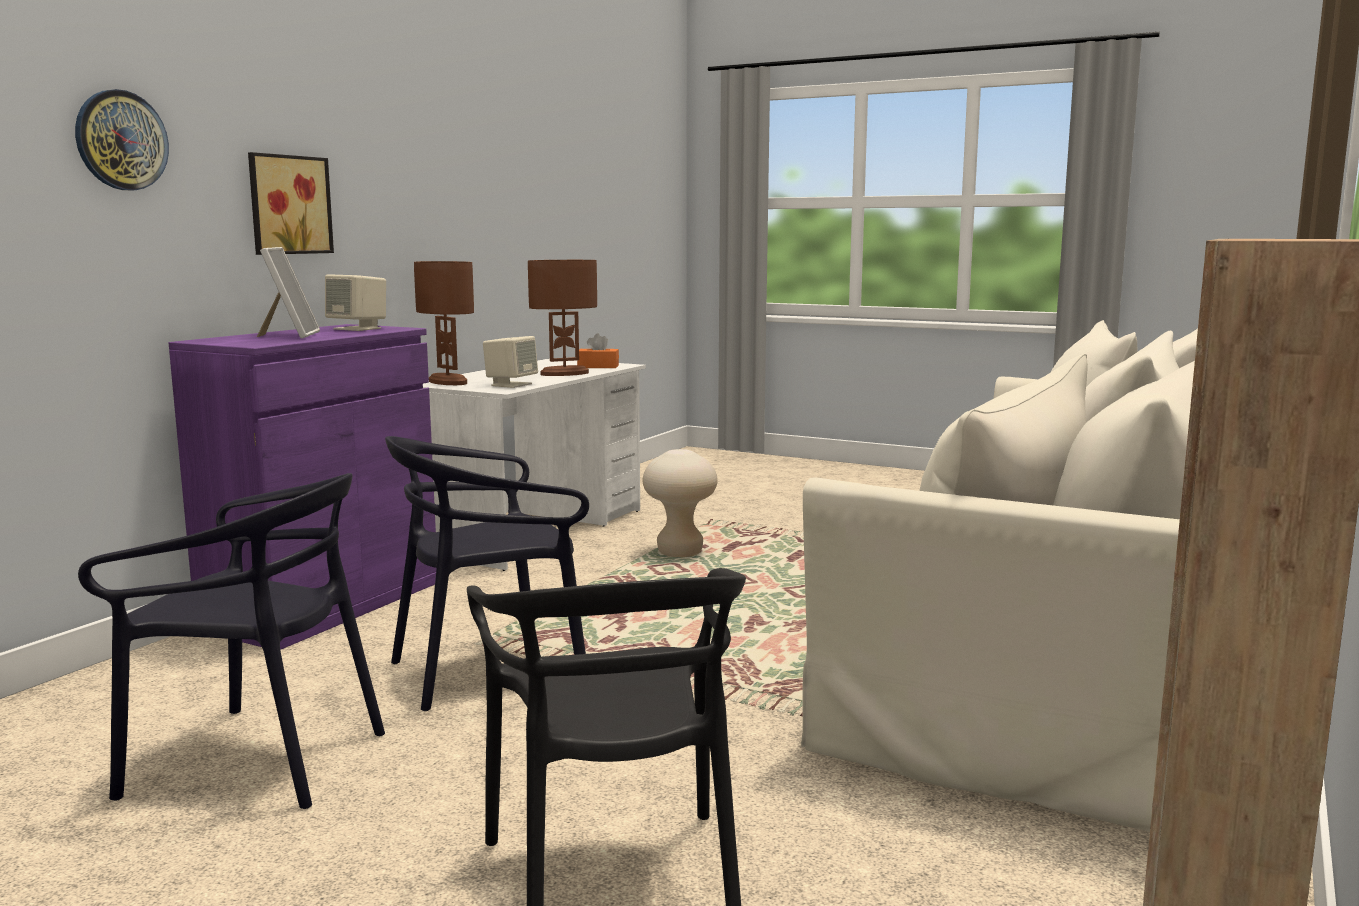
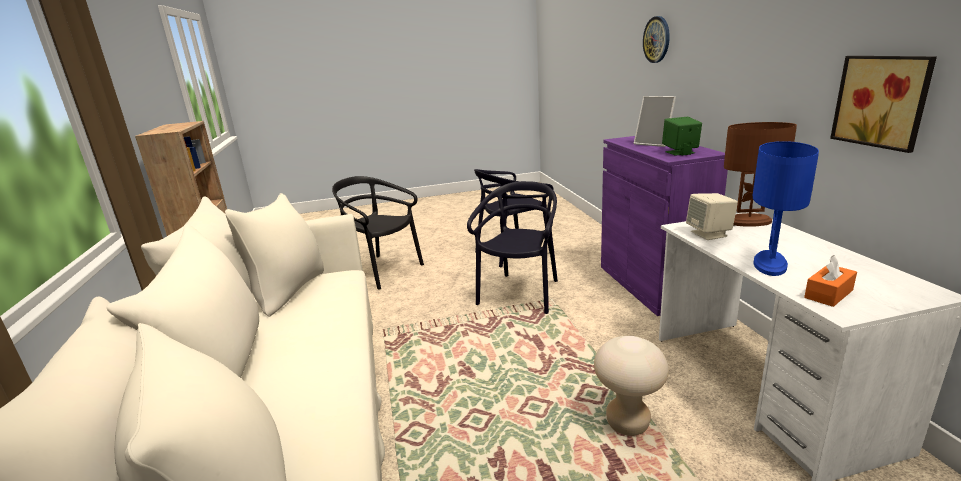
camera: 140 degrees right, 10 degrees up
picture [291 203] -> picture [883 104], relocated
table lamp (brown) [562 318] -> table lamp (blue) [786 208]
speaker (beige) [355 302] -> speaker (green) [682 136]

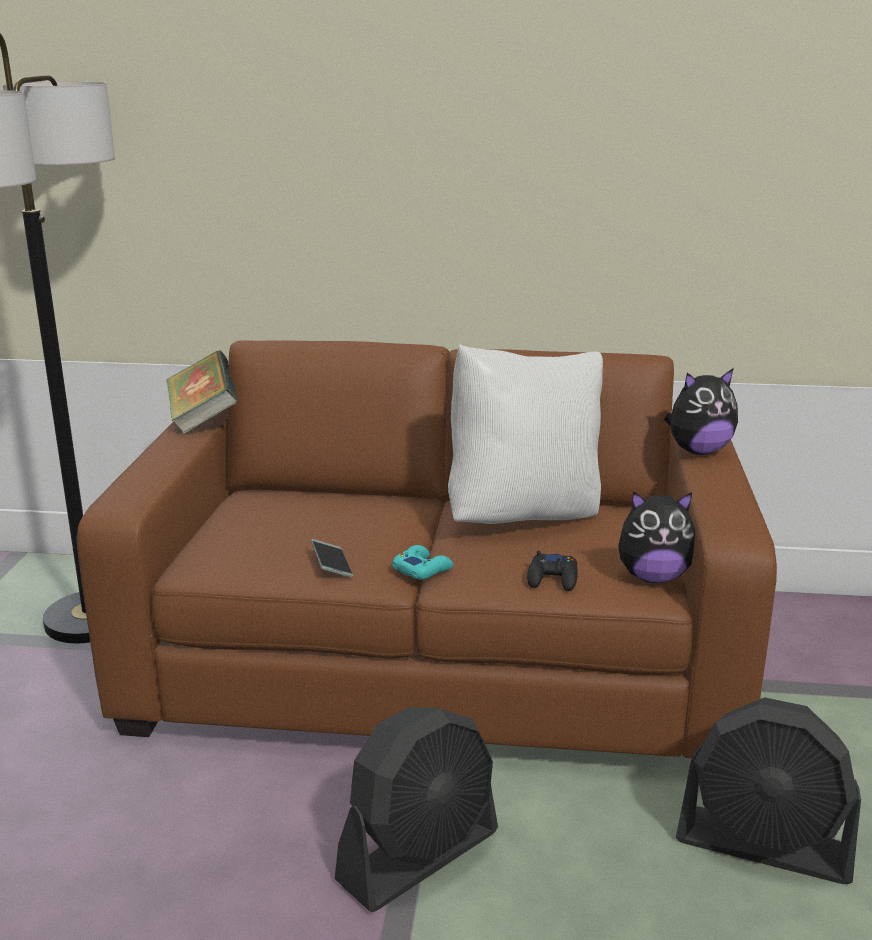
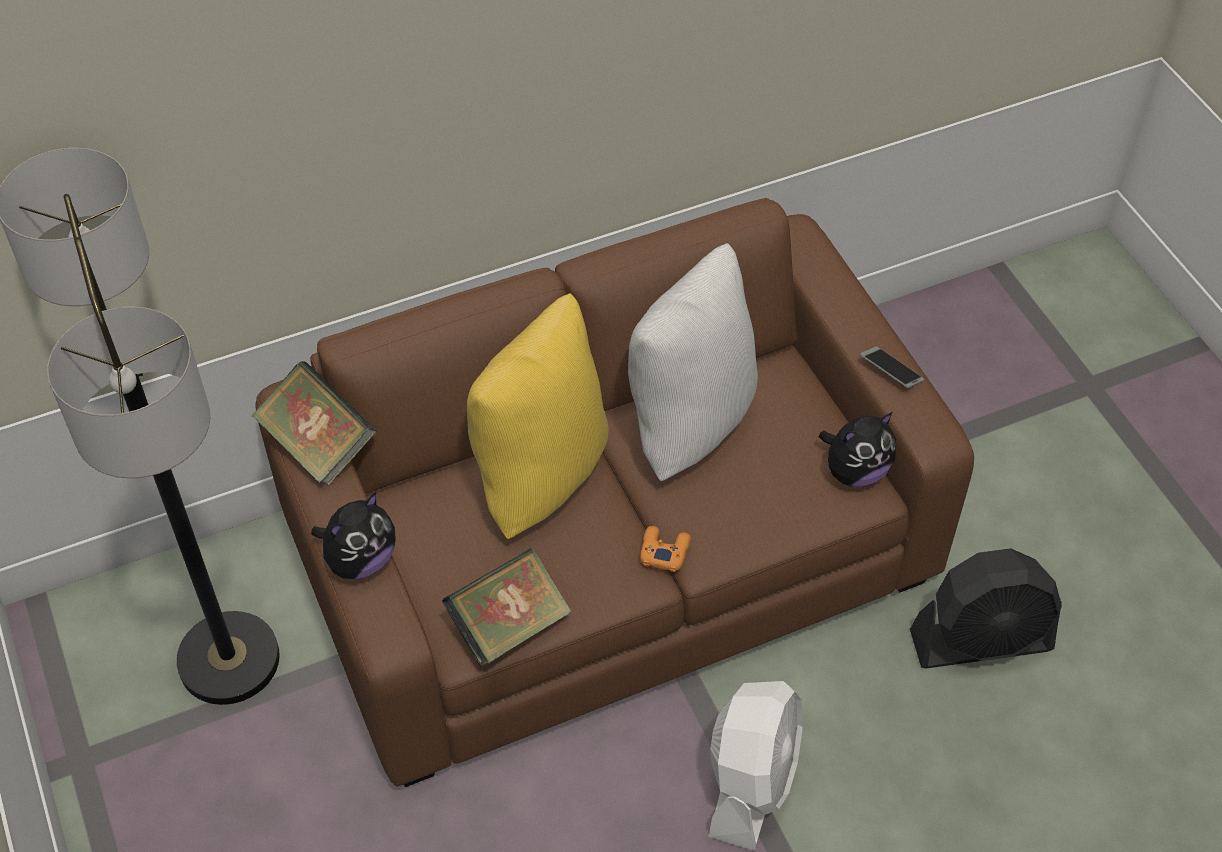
camera: 30 degrees left, 30 degrees up
plush toy [701 411] -> plush toy [353 535], relocated
phone [332 558] -> phone [892 367], relocated
game controller (turquoise) [422 562] -> game controller (orange) [665 549]
game controller (black) [552 571] -> none
fan (black) [416 809] -> fan (white) [756 766]
none -> pillow (yellow) [537 416]
none -> book [507 607]

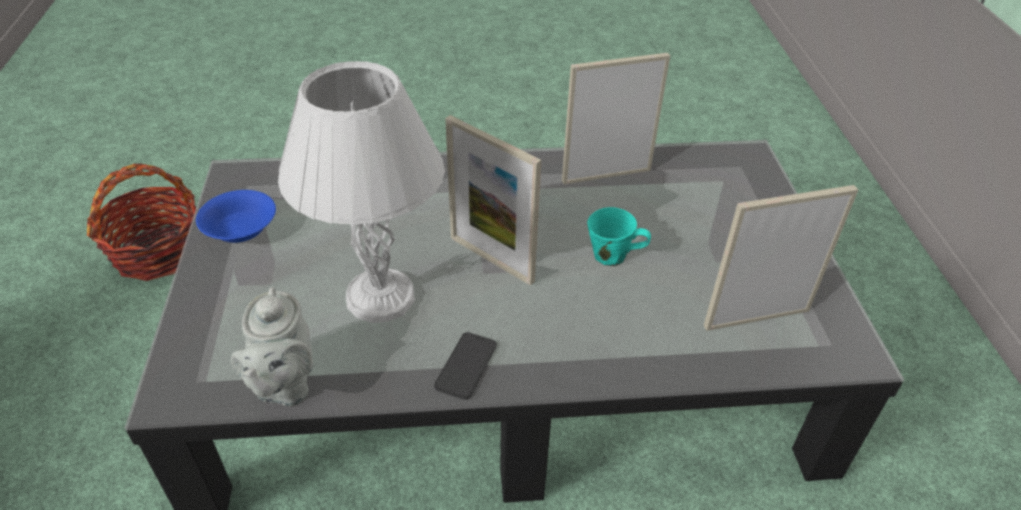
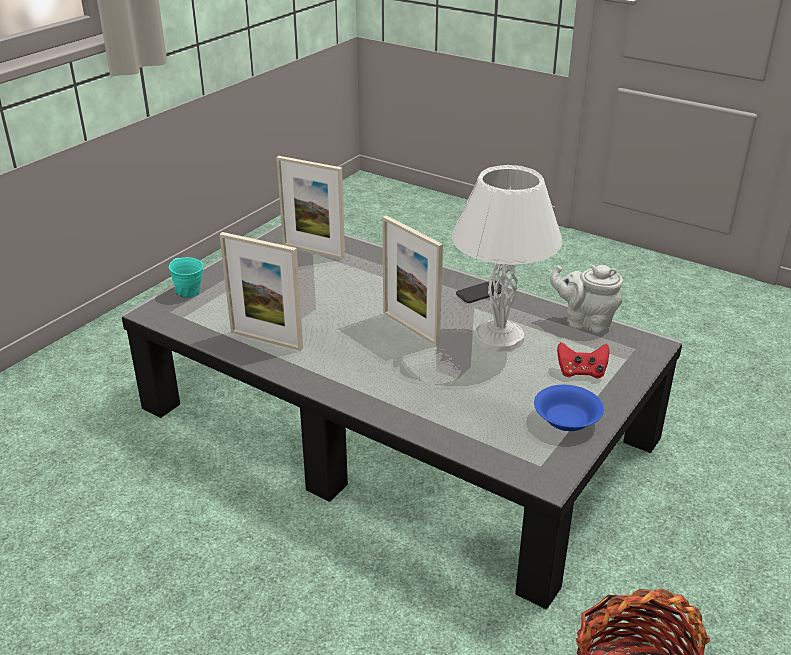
camera: 140 degrees left, 10 degrees down
picture frame [493 200] -> picture frame [412 280], 150 degrees clockwise
mug (turquoise) [619 236] -> mug (turquoise) [186 277], relocated
teapot (grey) [272 347] -> teapot (grey) [586 299], 105 degrees counterclockwise
none -> game controller (red) [583 360]

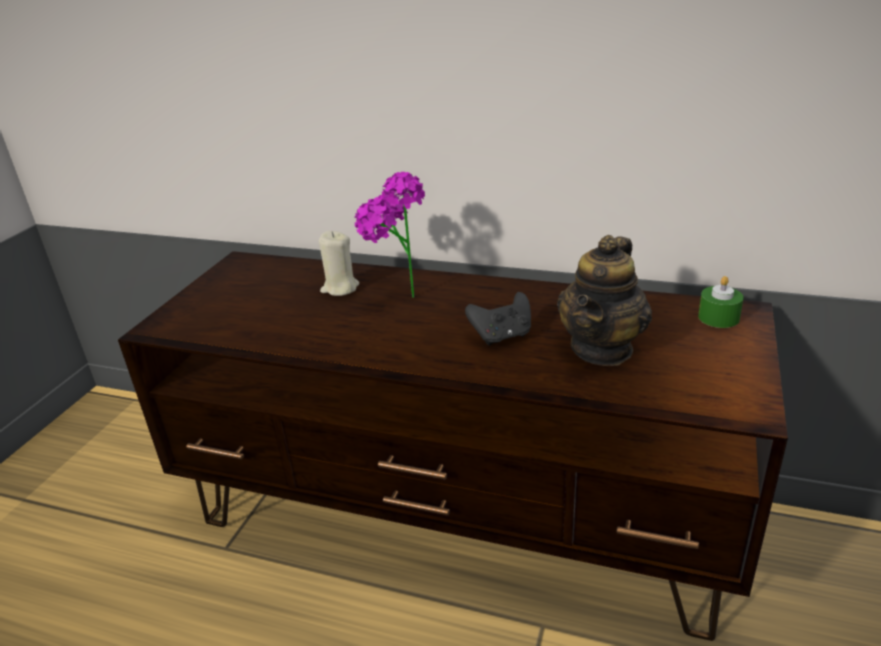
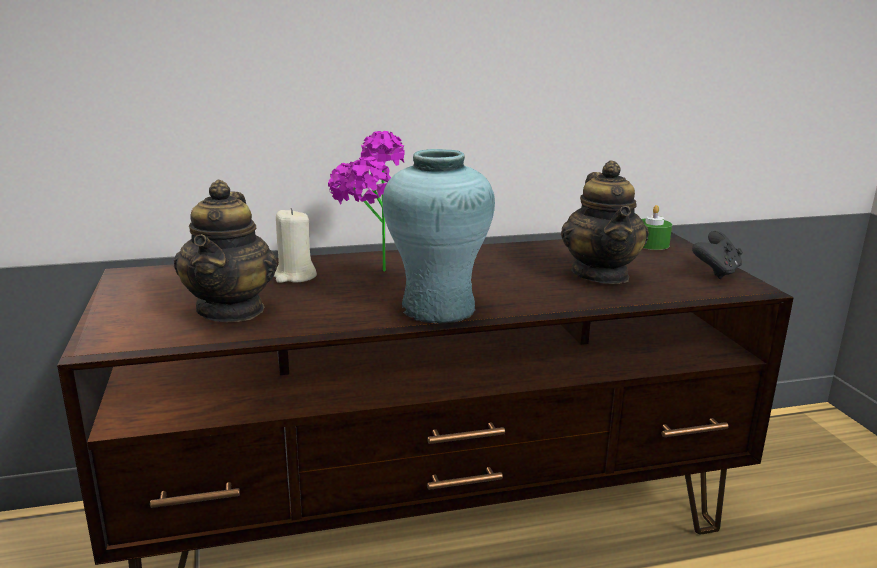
camera: 35 degrees left, 10 degrees down
game controller (black) [498 318] -> game controller (black) [717 255], relocated
none -> vase (turquoise) [438 236]
none -> teapot [225 251]

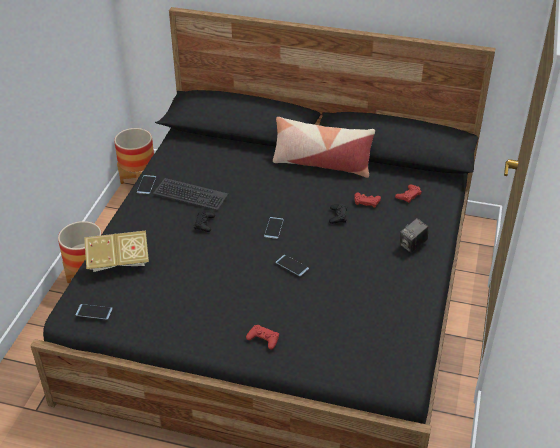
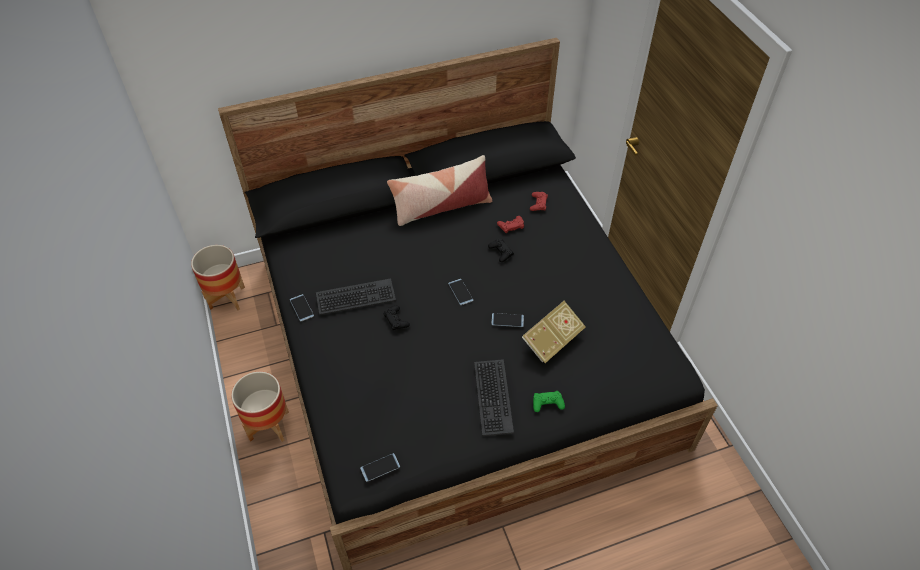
camera: 35 degrees left, 10 degrees up
photo camera [414 235] -> none
book [116 251] -> book [554 332], relocated
game controller (red) [262 337] -> game controller (green) [549 401]
none -> keyboard [494 397]

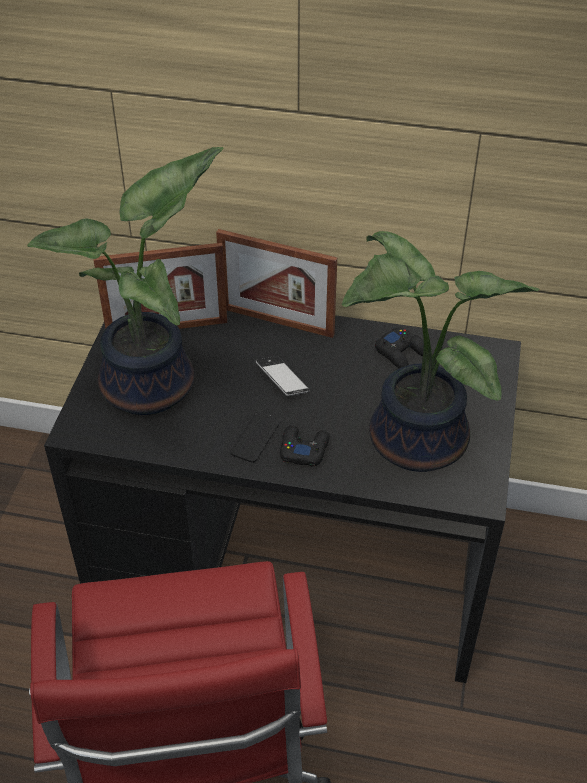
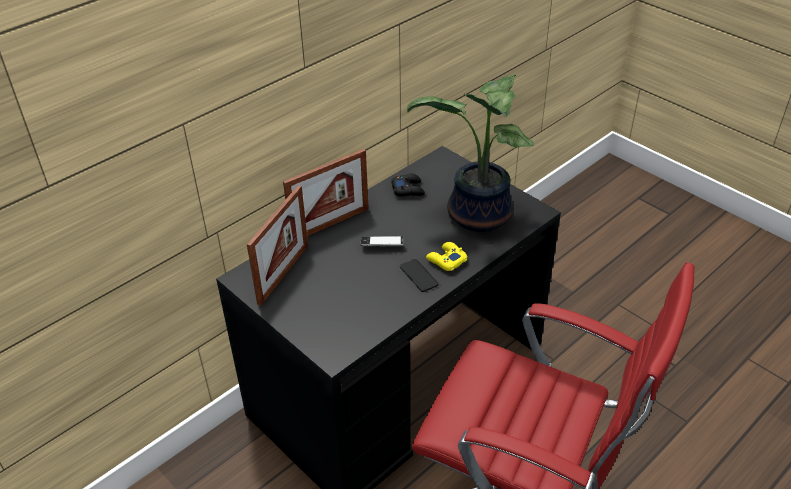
camera: 55 degrees left, 5 degrees down
potted plant [125 281] -> none
game controller (black) [305 446] -> game controller (yellow) [446 256]

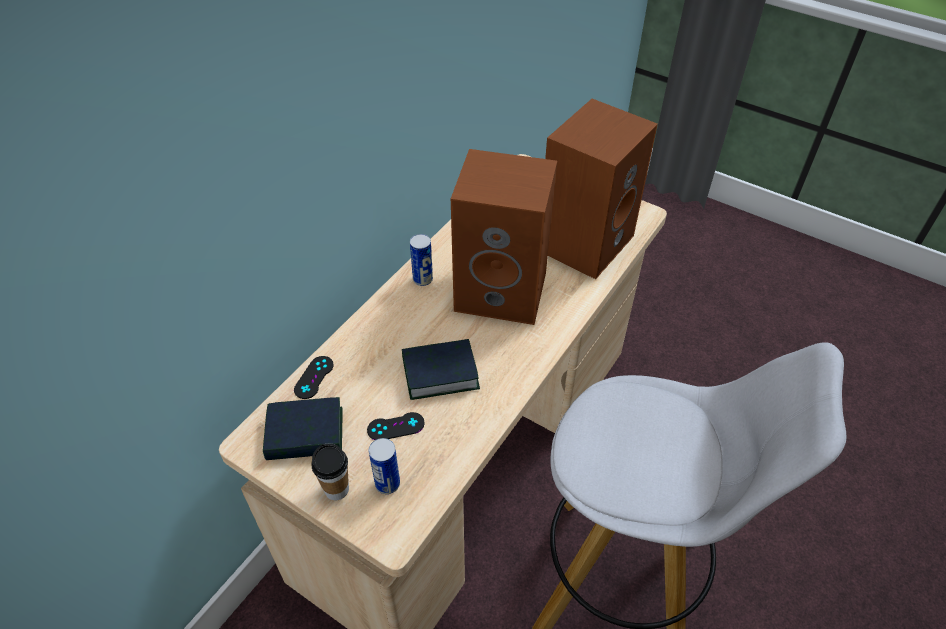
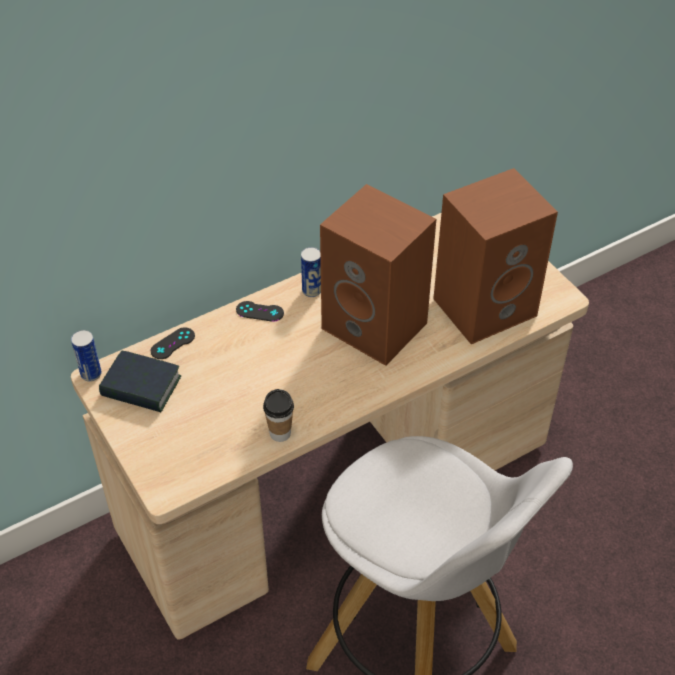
camera: 25 degrees right, 0 degrees up
book [441 369] -> none
game controller (black) [396 426] -> game controller (black) [260 311], relocated
can [384 466] -> can [86 356], relocated
cup [330 471] -> cup [278 415], relocated

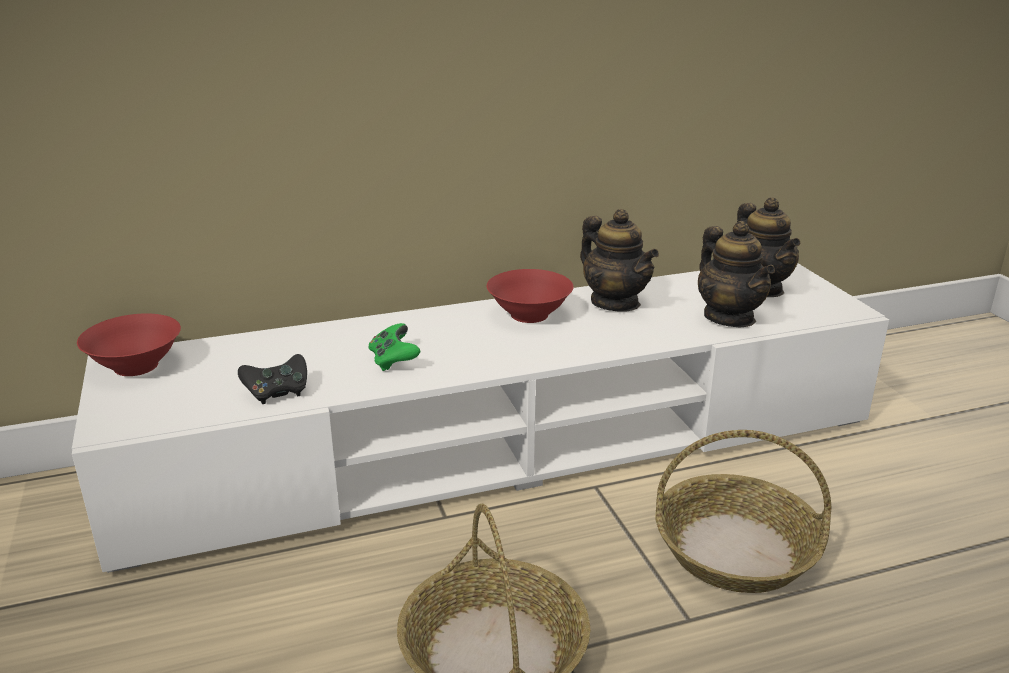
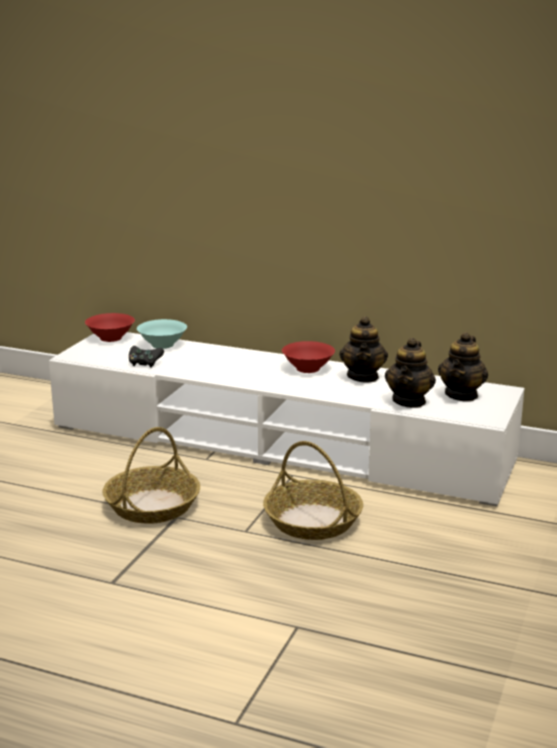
camera: 40 degrees right, 5 degrees down
game controller (green) [394 347] -> none
none -> bowl (turquoise) [162 334]

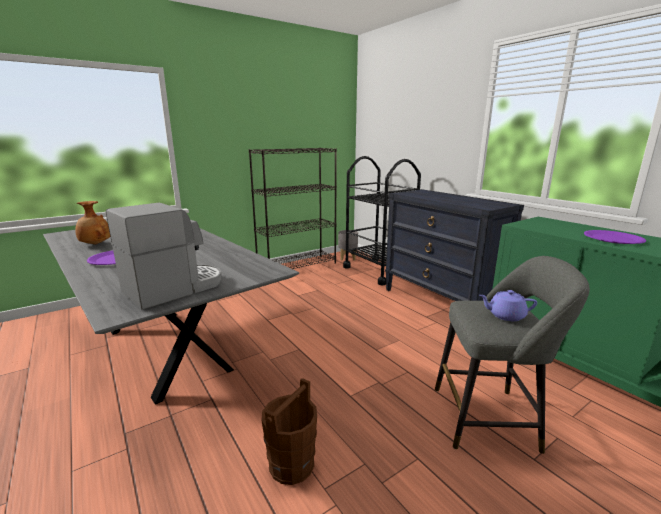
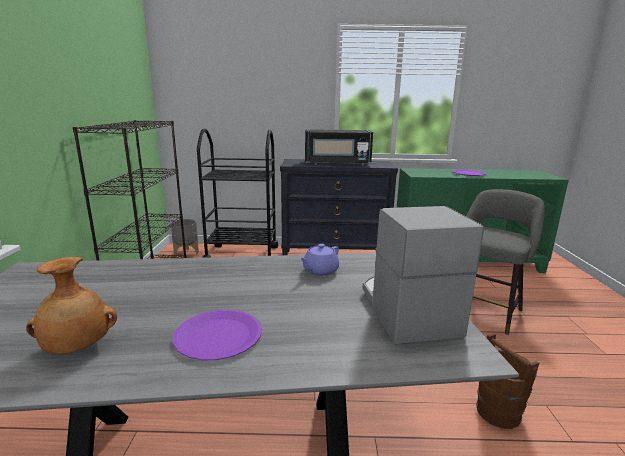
camera: 55 degrees left, 0 degrees up
teapot (purple) [508 305] -> teapot (purple) [319 260], relocated
none -> microwave (black) [339 147]

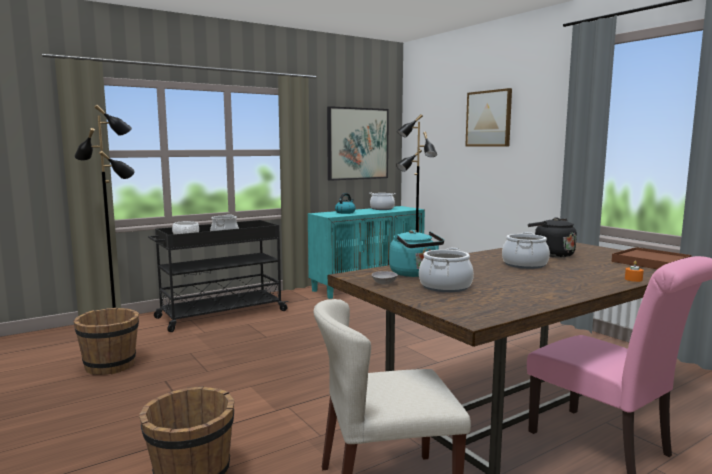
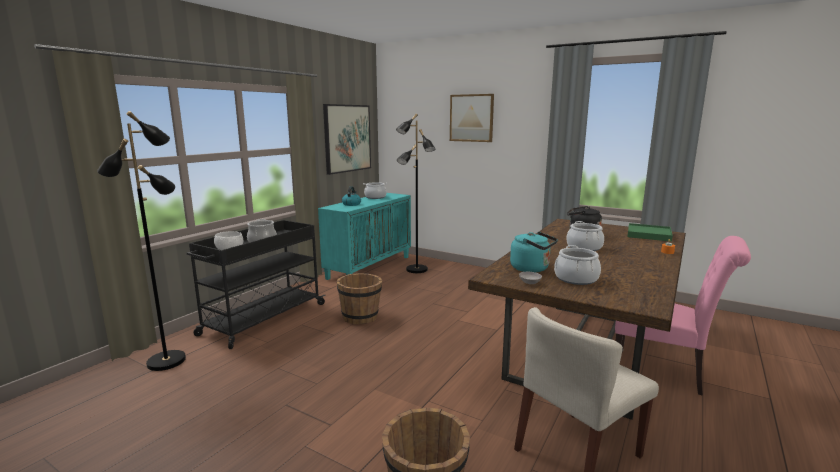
camera: 25 degrees left, 5 degrees up
tray (brown) [652 258] -> tray (green) [650 232]
bucket (brown) [106 341] -> bucket (brown) [359 298], relocated

